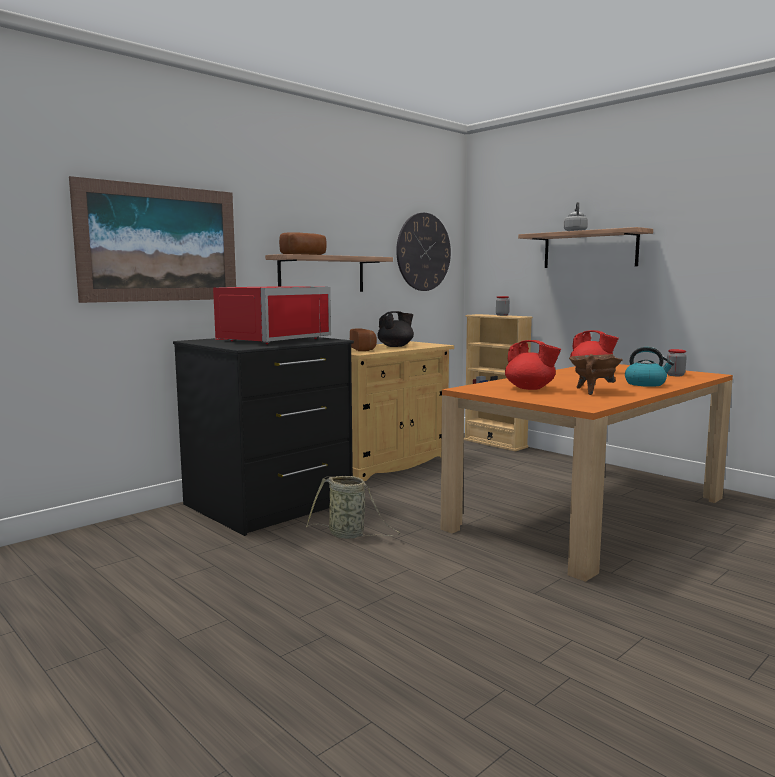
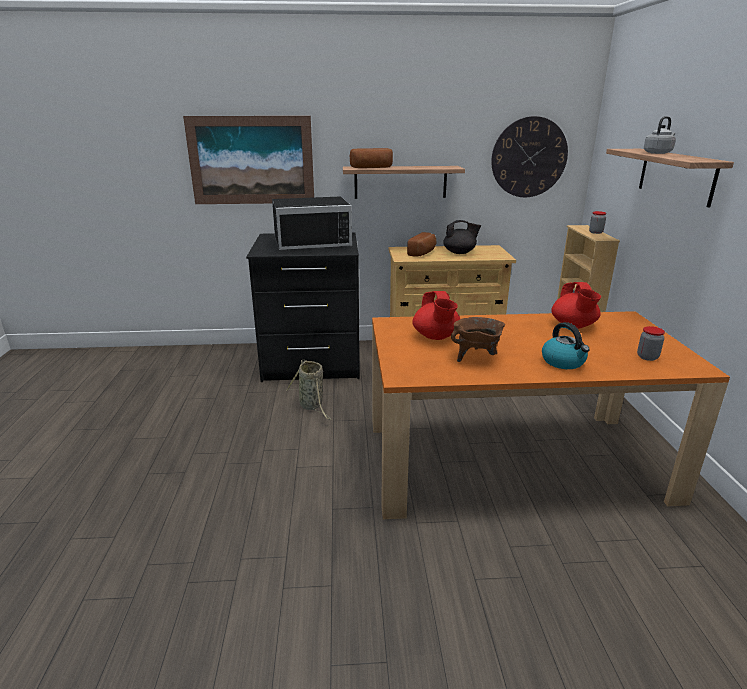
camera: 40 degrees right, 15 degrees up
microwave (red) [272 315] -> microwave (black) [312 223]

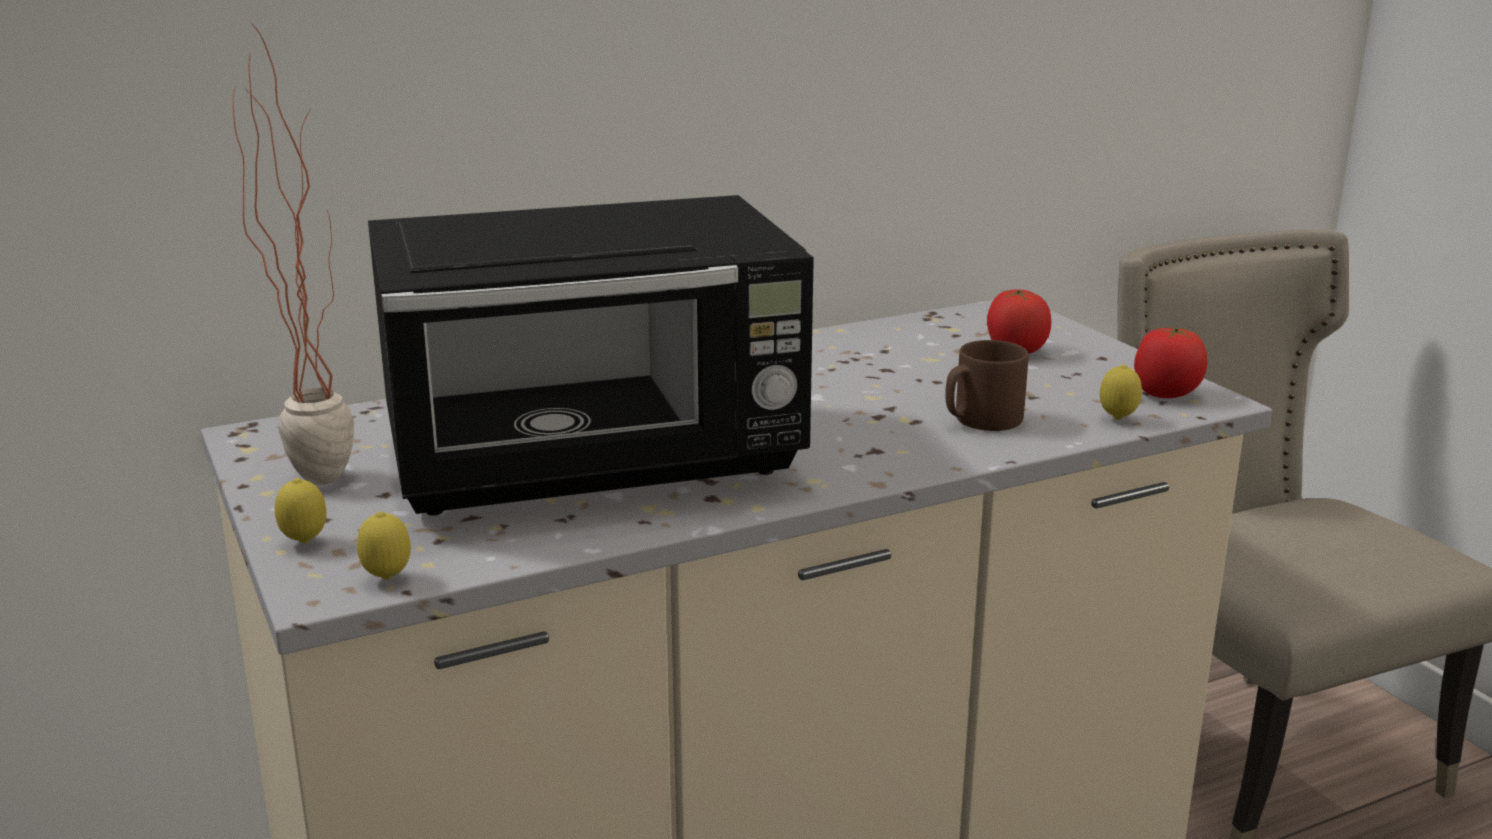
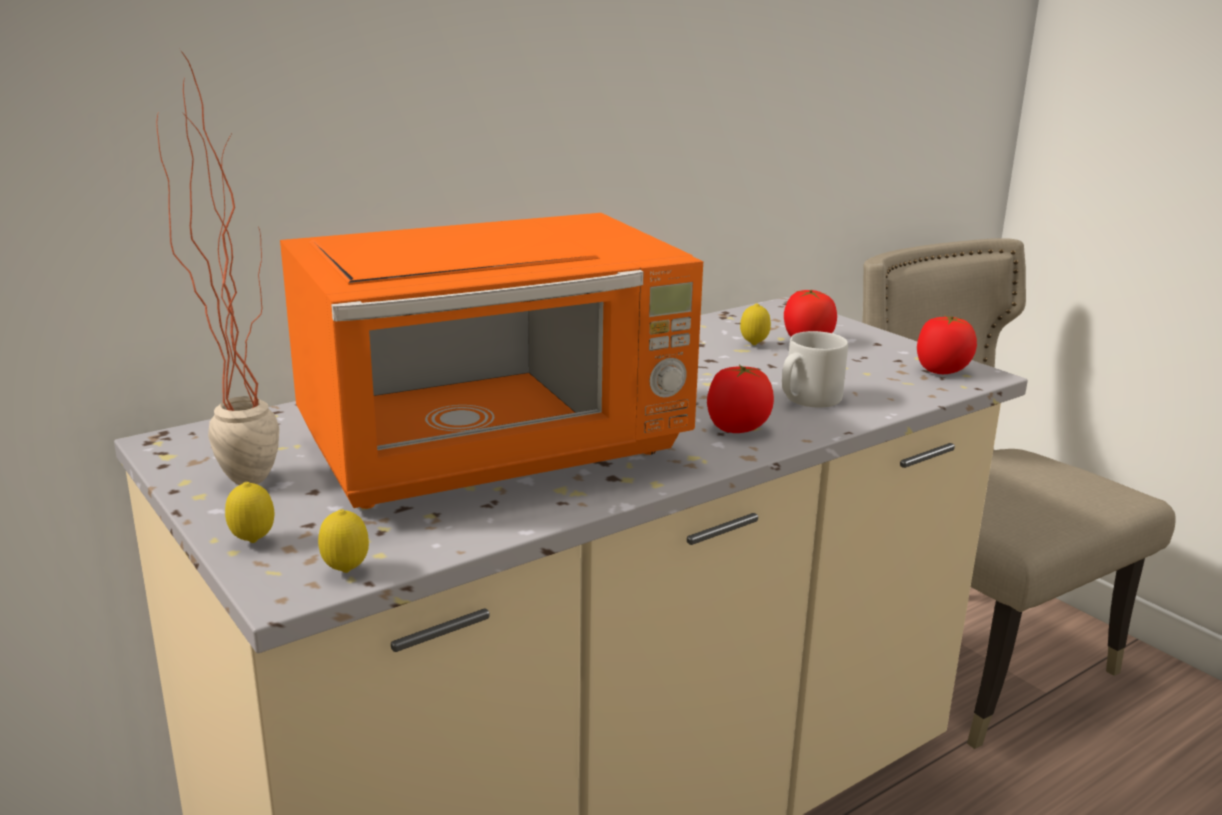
camera: 10 degrees left, 0 degrees up
microwave (black) [591 355] -> microwave (orange) [491 361]
mug (brown) [986 385] -> mug (grey) [815 369]
lemon [1121 392] -> lemon [755 324], relocated
none -> tomato [740 399]

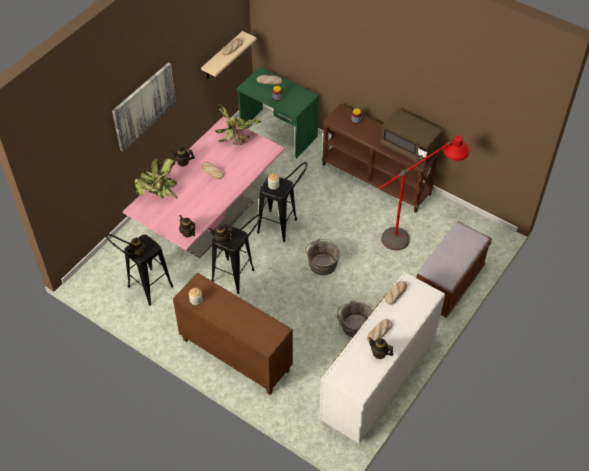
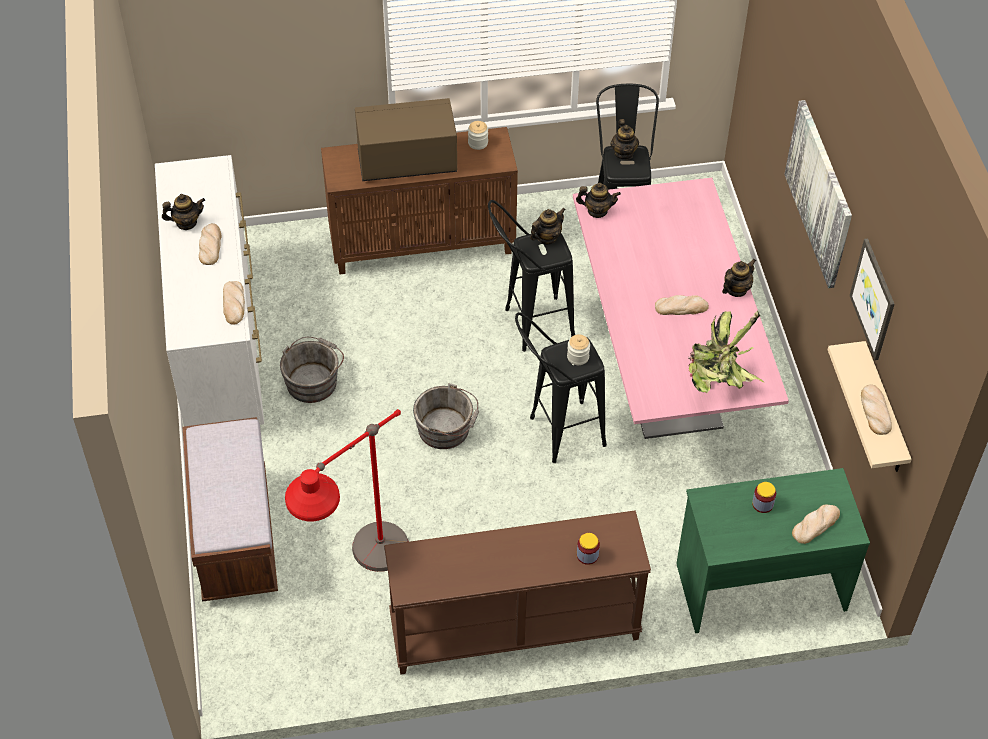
camera: 135 degrees right, 0 degrees up
microwave (brown) [411 137] -> microwave (brown) [406 139], relocated
potted plant [156 178] -> none
none -> picture [872 299]

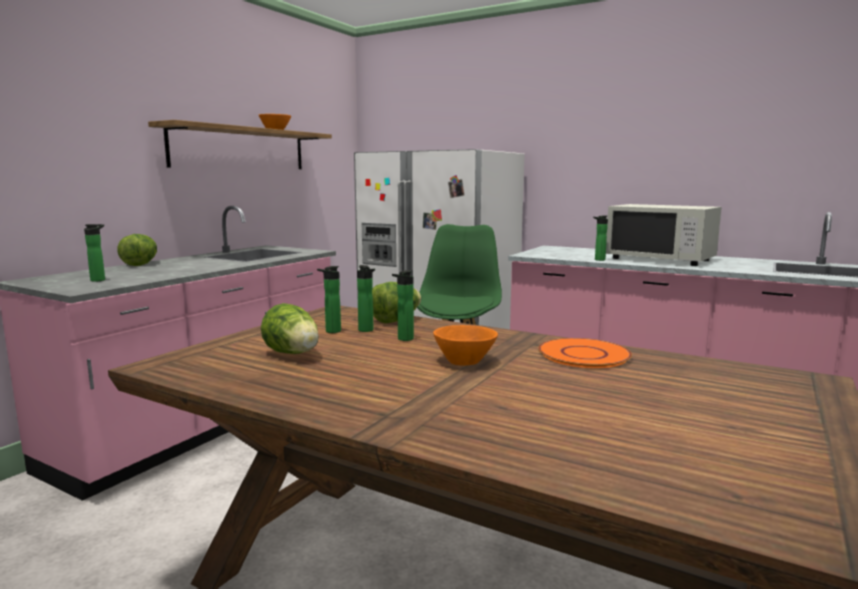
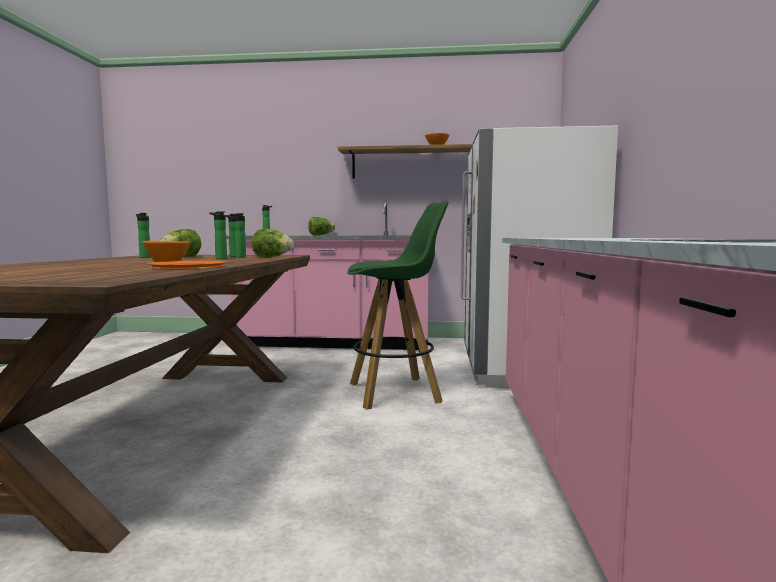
camera: 65 degrees right, 5 degrees down
microwave (white) [664 235] -> none
bottle [600 238] -> bottle [143 235], relocated

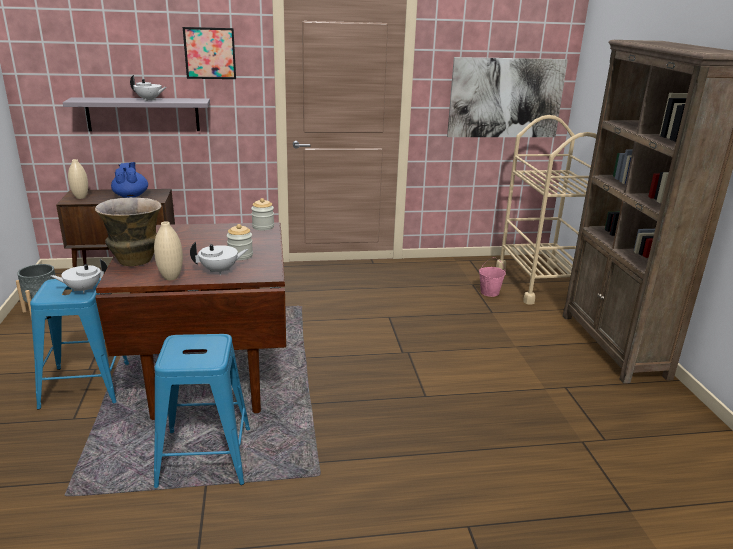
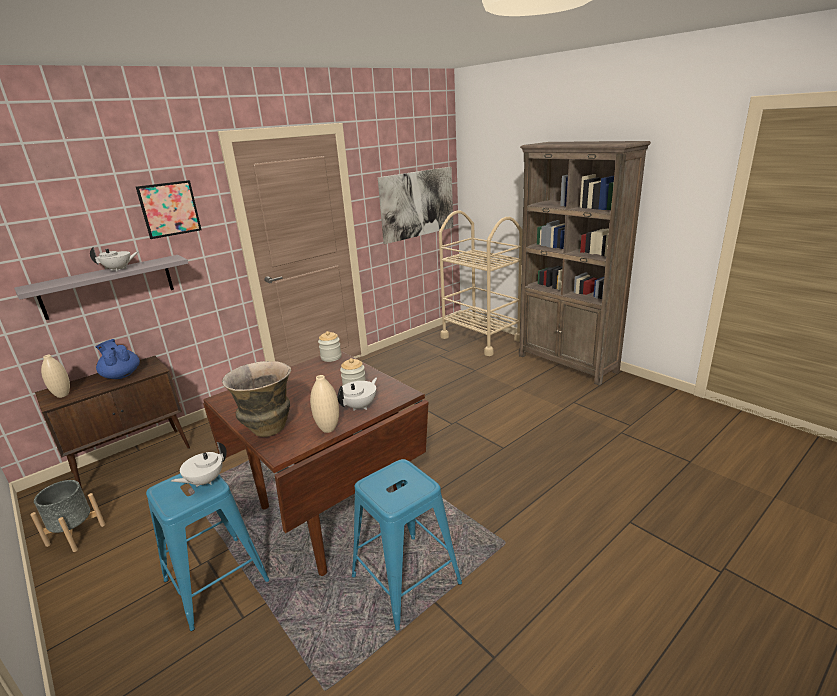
camera: 30 degrees left, 0 degrees up
bucket (pink) [492 277] -> none

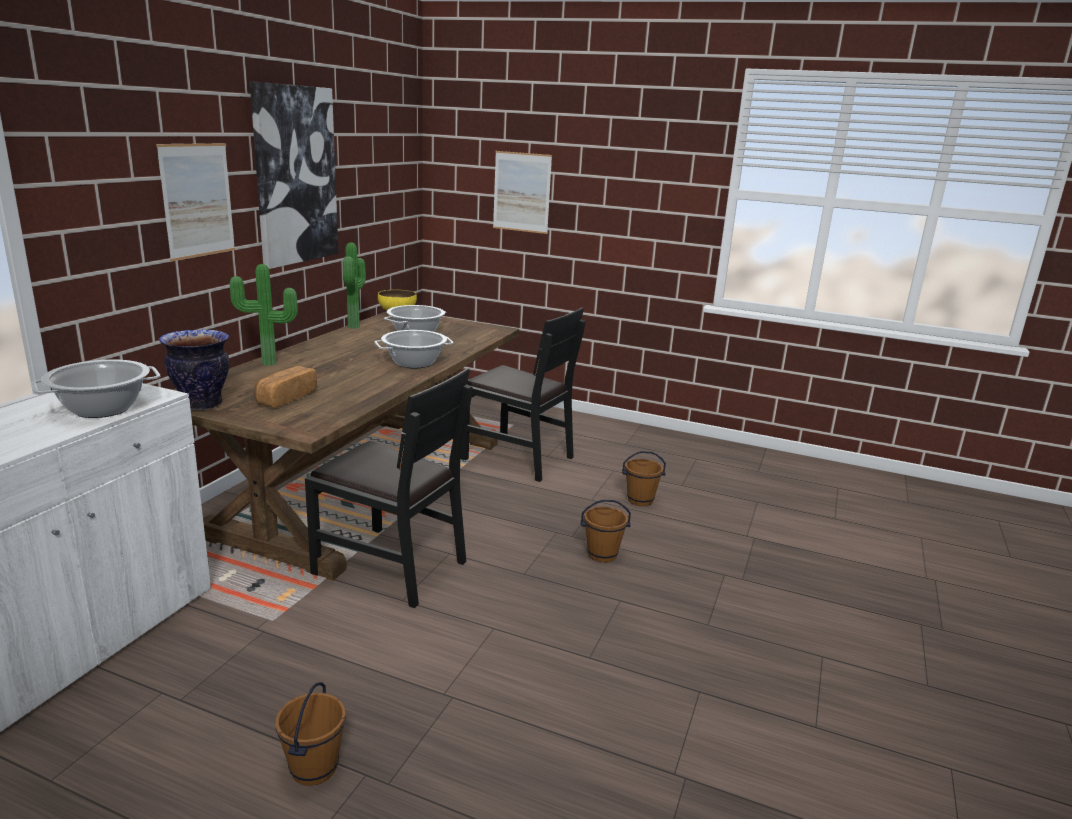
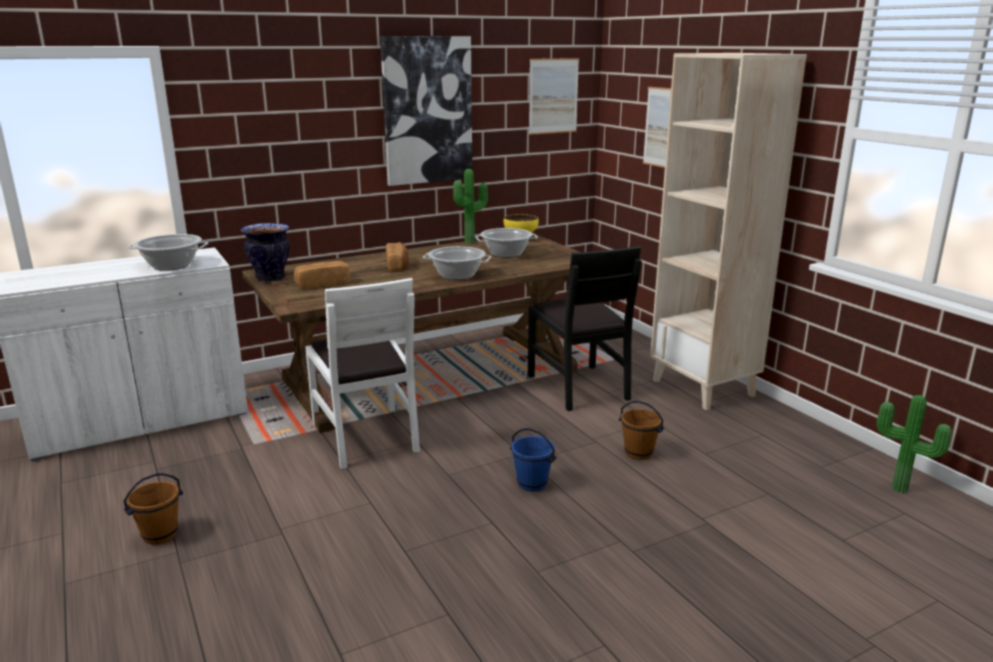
camera: 40 degrees right, 0 degrees up
picture [195 202] -> picture [554 96], relocated
potted plant [264 315] -> potted plant [914 444], relocated
chair (black) [388 488] -> chair (white) [362 373]
bucket (brown) [606 531] -> bucket (blue) [533 460]
none -> bookcase (beige) [728 232]
none -> bread [397 256]

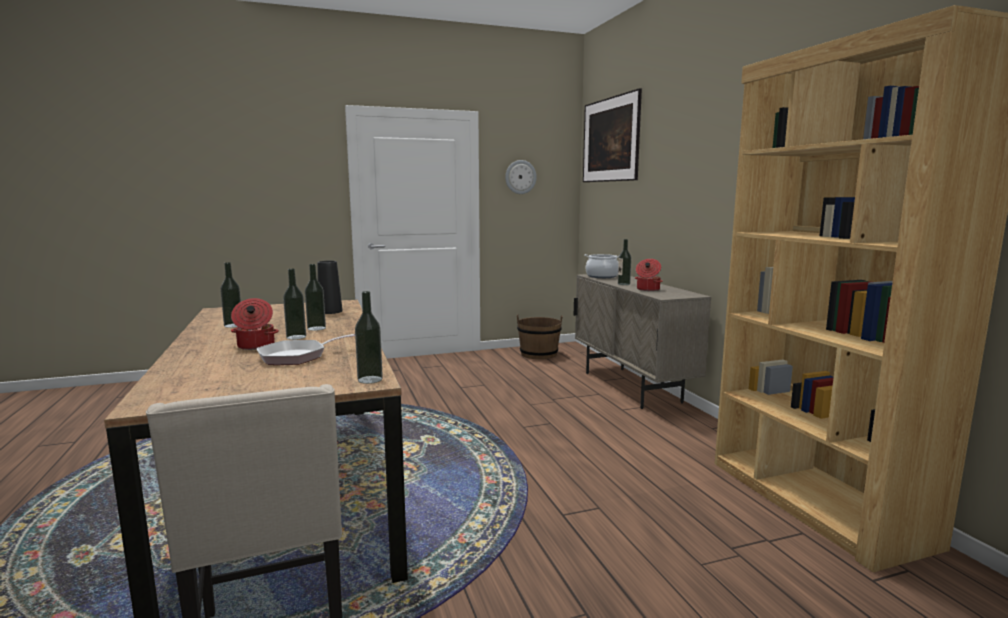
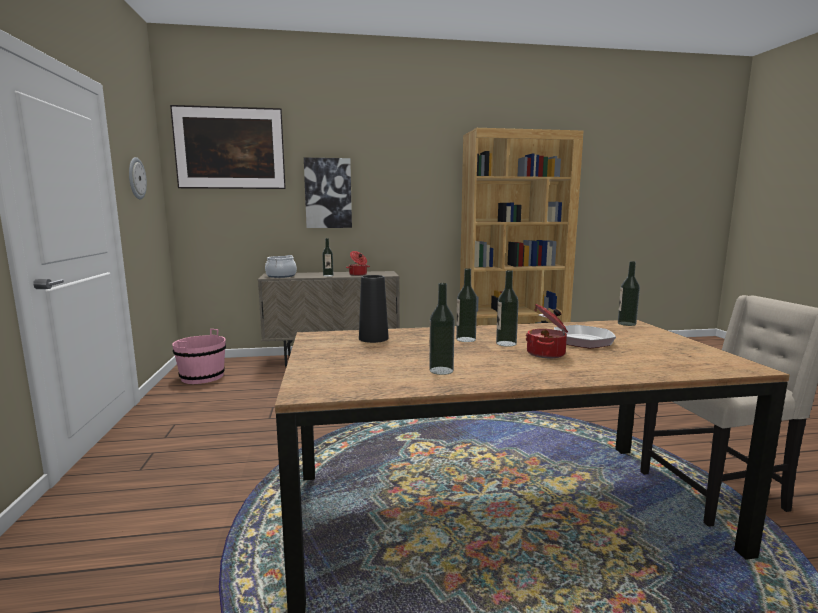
camera: 80 degrees left, 0 degrees up
bucket (brown) [540 337] -> bucket (pink) [199 356]
none -> picture [328 193]

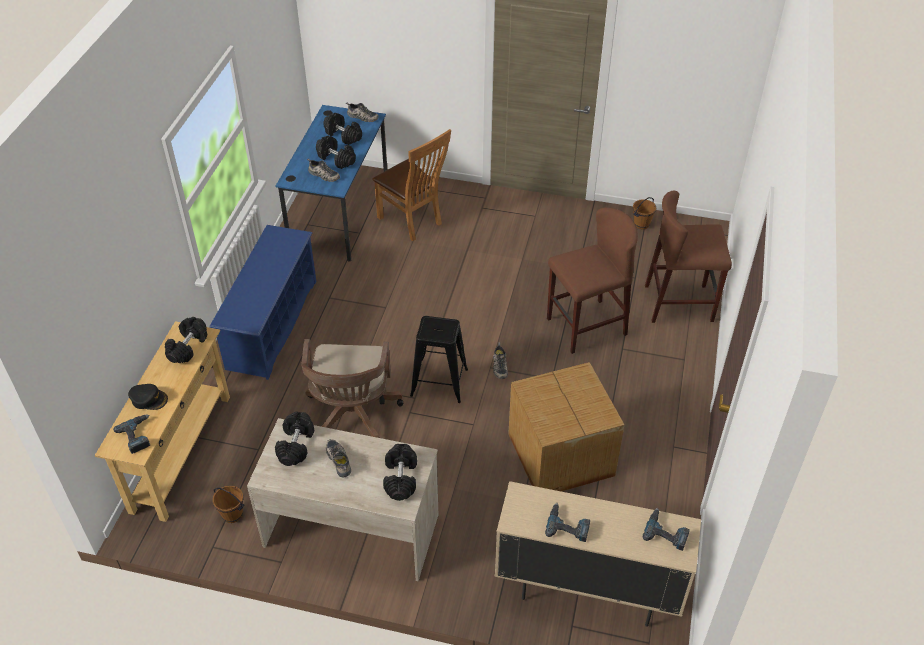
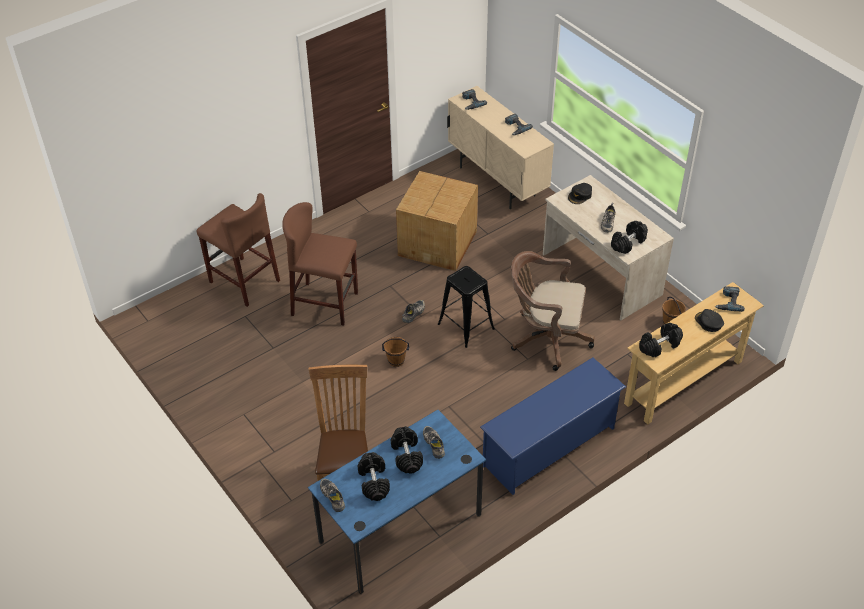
camera: 140 degrees left, 0 degrees up
bucket (brown) [644 213] -> bucket (brown) [395 352], relocated
office chair (brown) [352 388] -> office chair (brown) [553 311], 120 degrees counterclockwise
dumbbell (black) [400 472] -> cap (black) [580 193]

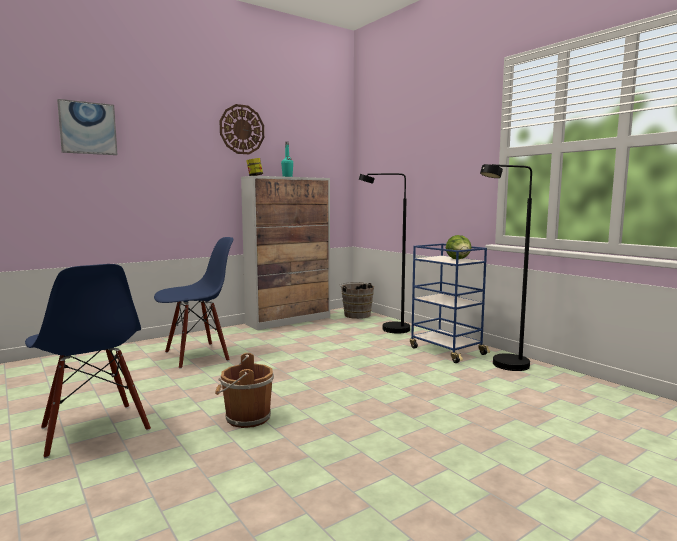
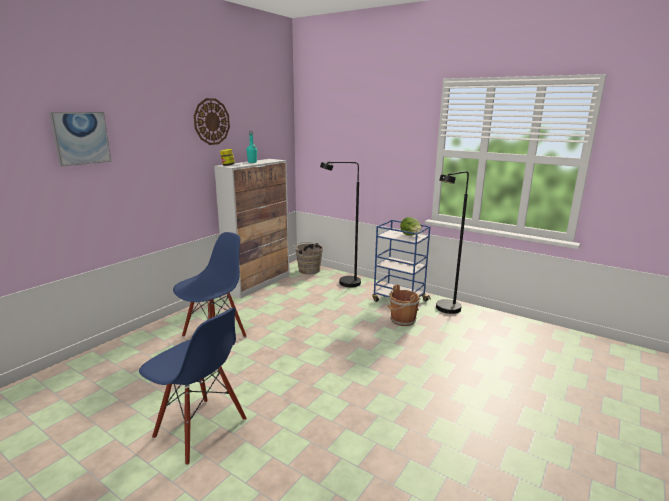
camera: 20 degrees left, 10 degrees up
bucket (brown) [244 390] -> bucket (brown) [403 305], relocated

